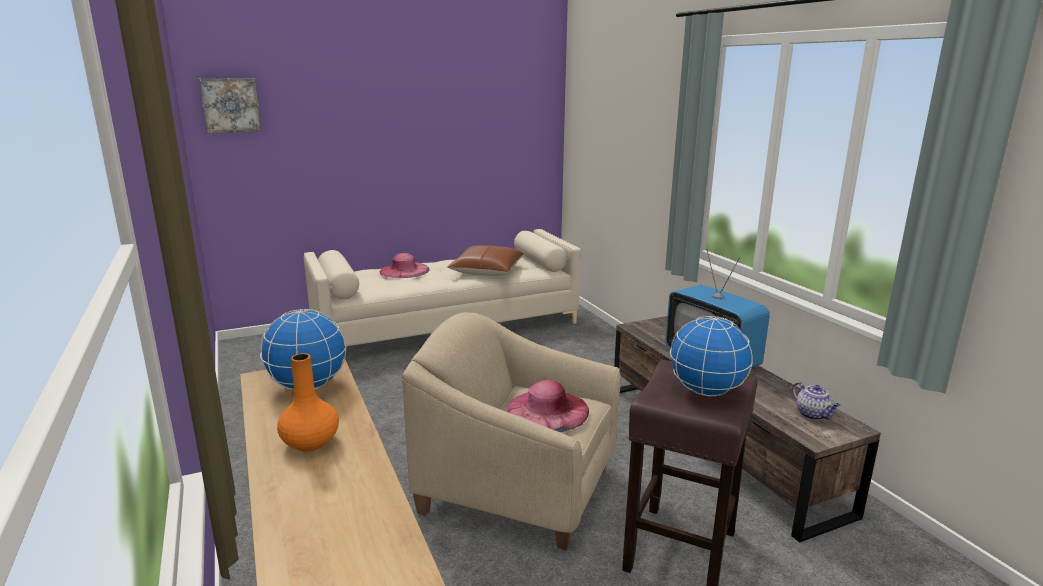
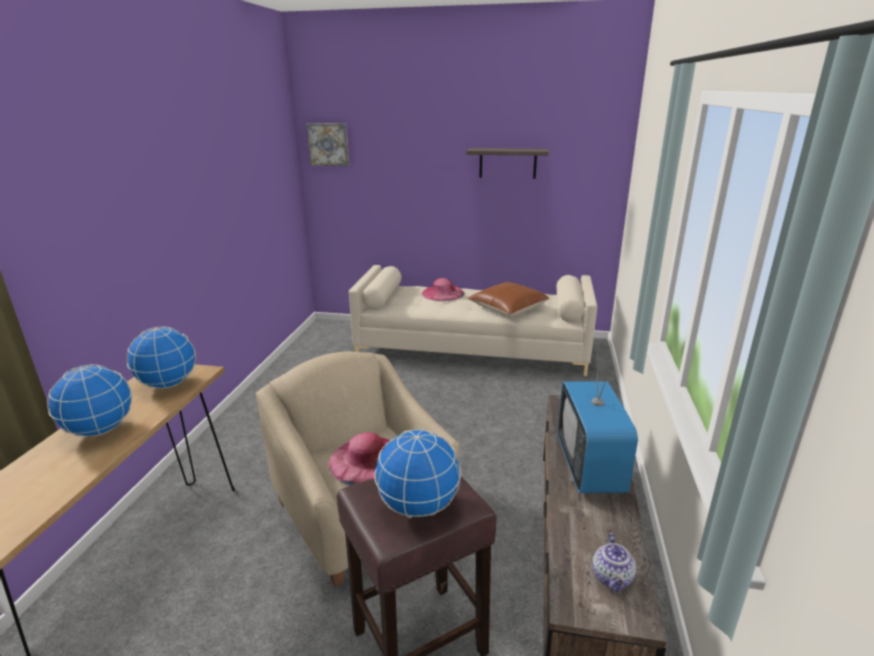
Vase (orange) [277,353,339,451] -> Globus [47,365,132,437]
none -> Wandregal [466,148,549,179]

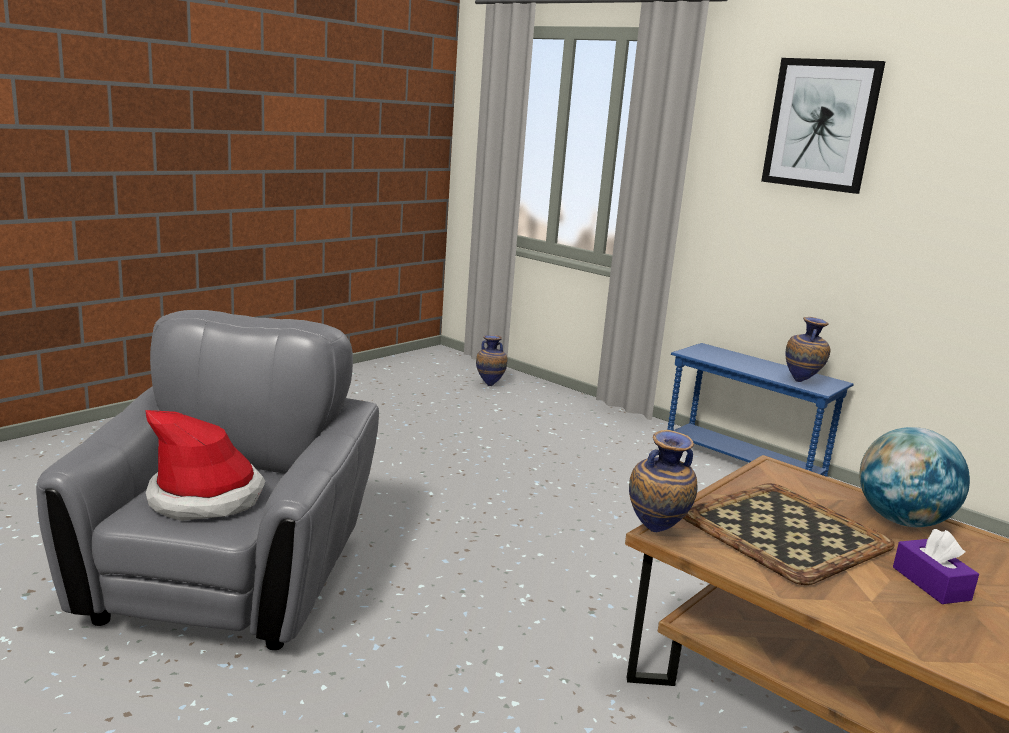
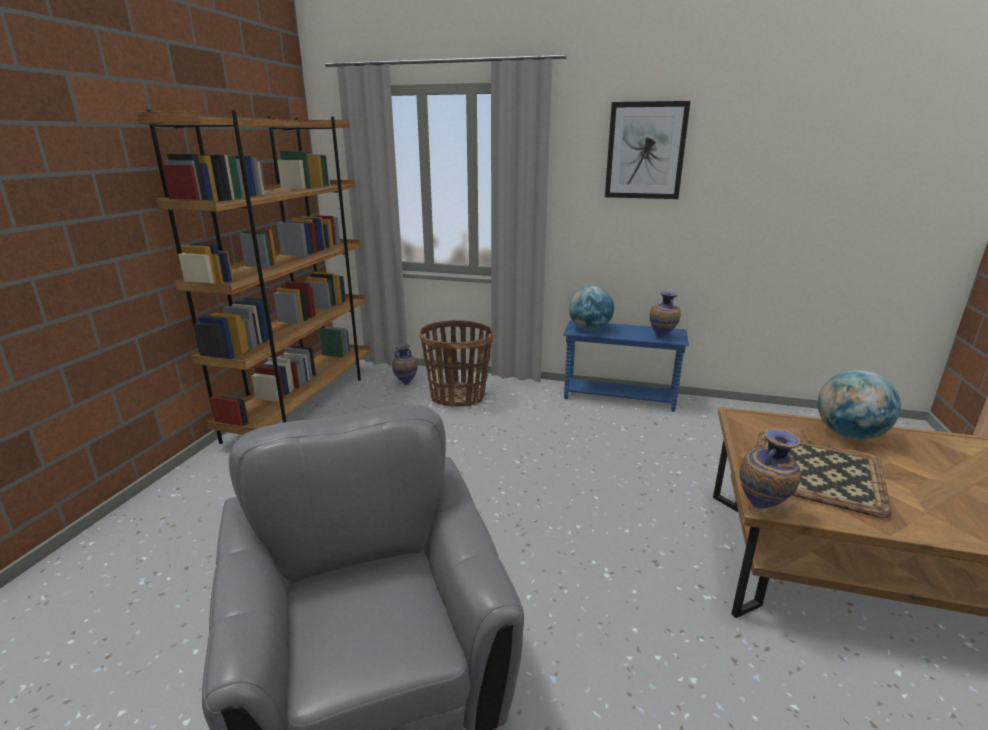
none -> Bücherregal (braun) [137,110,370,444]
none -> Korb [420,320,494,407]
none -> Globus [569,286,614,331]
Hut [145,410,266,521] -> none
Taschentuchbox (lila) [893,529,979,604] -> none

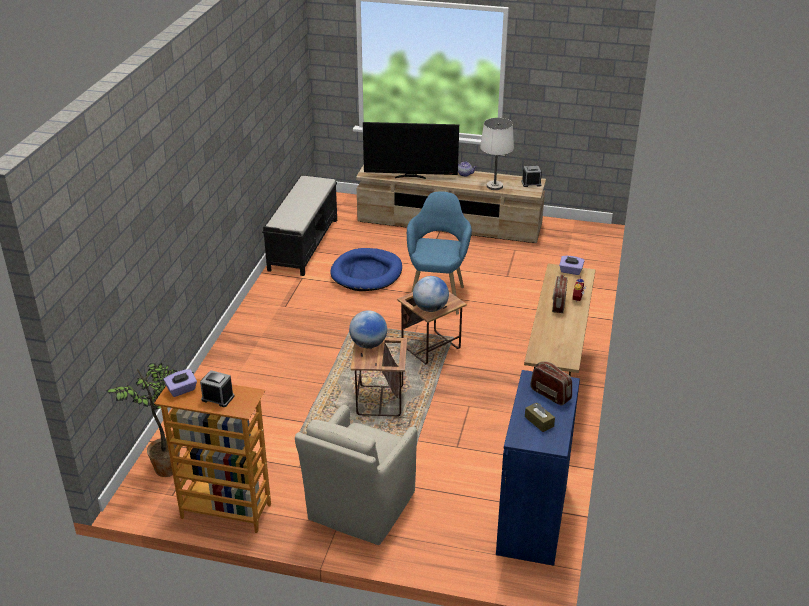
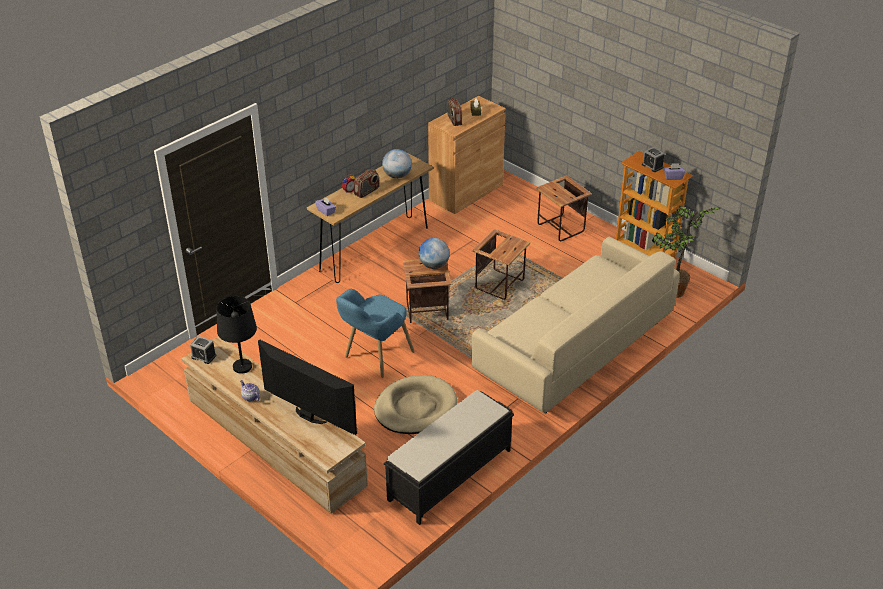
Tischlampe (weiß) [480,118,514,190] -> Tischlampe (schwarz) [216,296,257,374]
Hundebett (blau) [330,248,402,291] -> Hundebett (beige) [374,375,457,434]
Globus [349,310,387,348] -> Globus [382,149,412,179], relocated
Schrank (blau) [496,370,580,566] -> Schrank (braun) [428,96,506,214]
none -> Sofa (beige) [471,236,680,414]
Sessel (beige) [295,405,418,545] -> Beistelltisch [536,175,592,242]

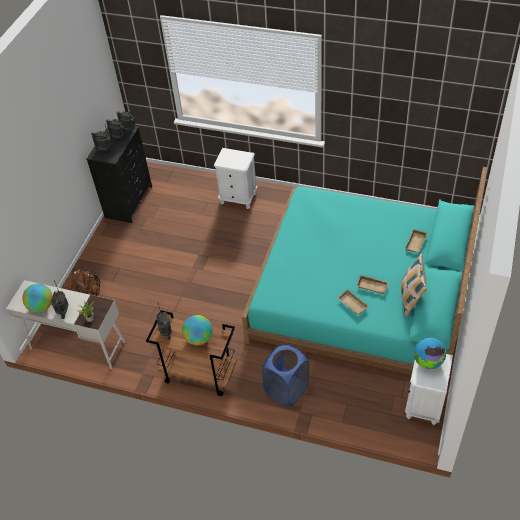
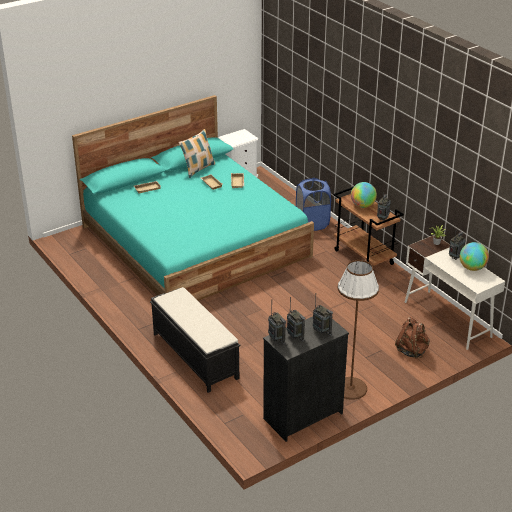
Nachttisch (weiß) [214,148,258,209] -> Bank (schwarz) [150,287,240,393]
none -> Stehlampe (braun) [338,260,379,400]
Globus [414,338,446,369] -> none

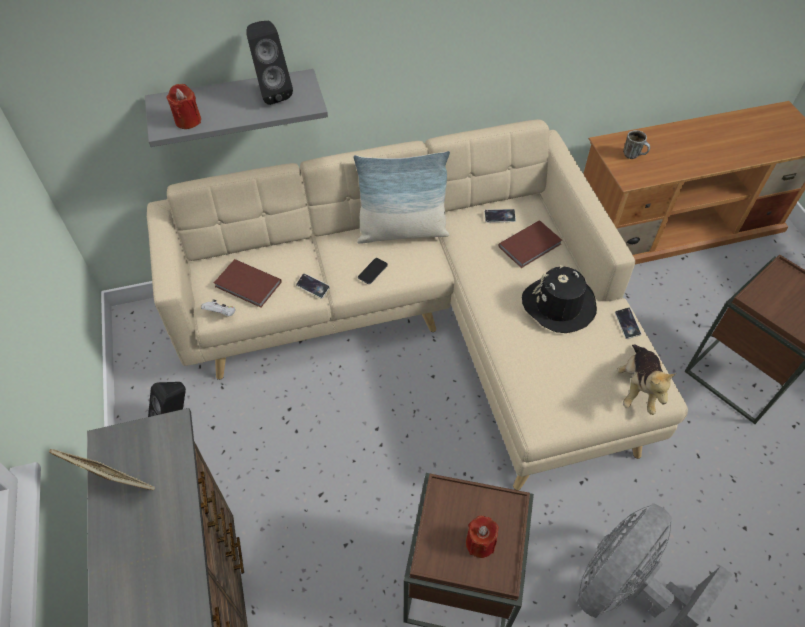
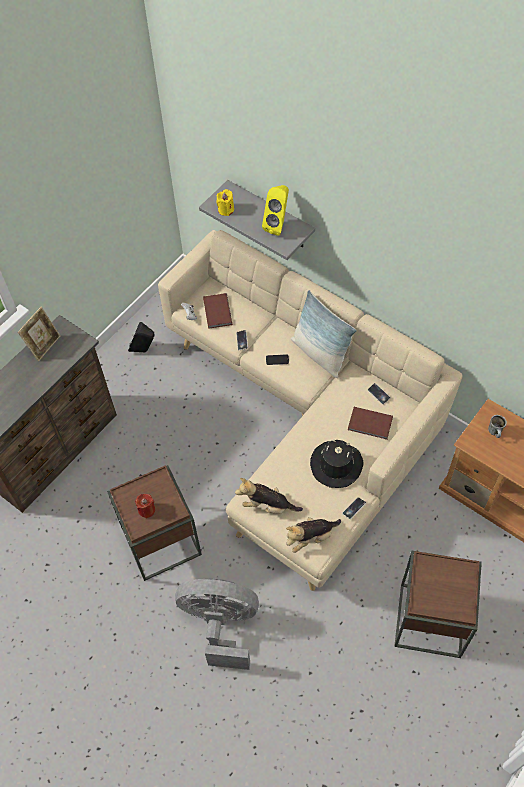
Bilderrahmen [49,449,155,490] -> Bilderrahmen [18,307,60,361], 45 degrees clockwise
Kerze (rot) [166,84,201,129] -> Kerze (gelb) [216,189,234,216]
none -> Plüschtier [235,478,303,514]
Lautsprecher (schwarz) [246,21,293,105] -> Lautsprecher (gelb) [262,185,289,236]

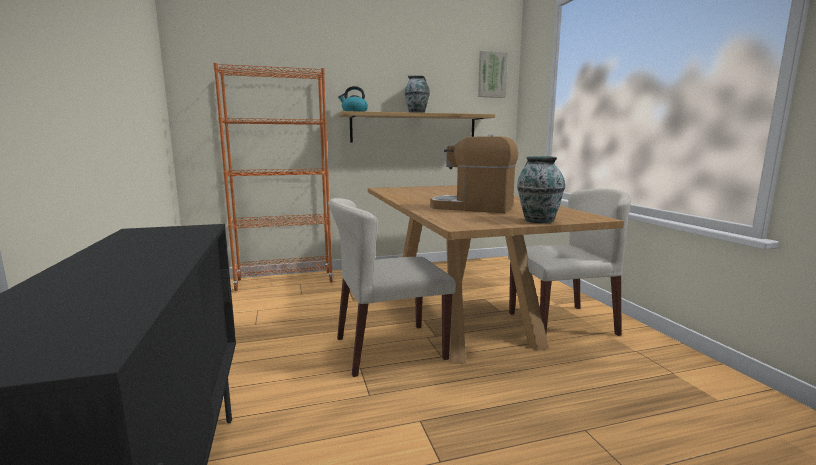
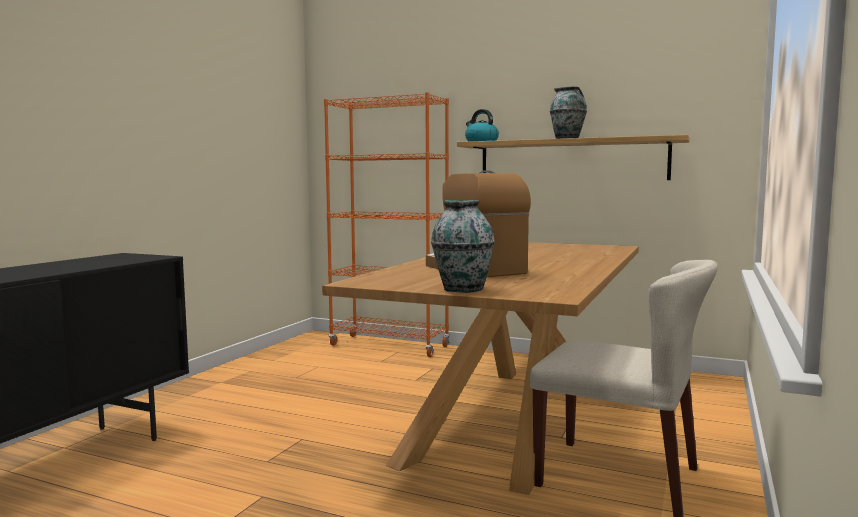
Stuhl (beige) [328,198,456,377] -> none
Bild [478,51,508,98] -> none

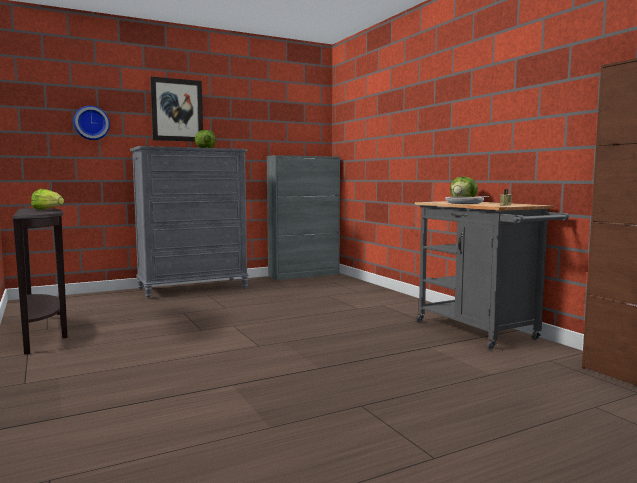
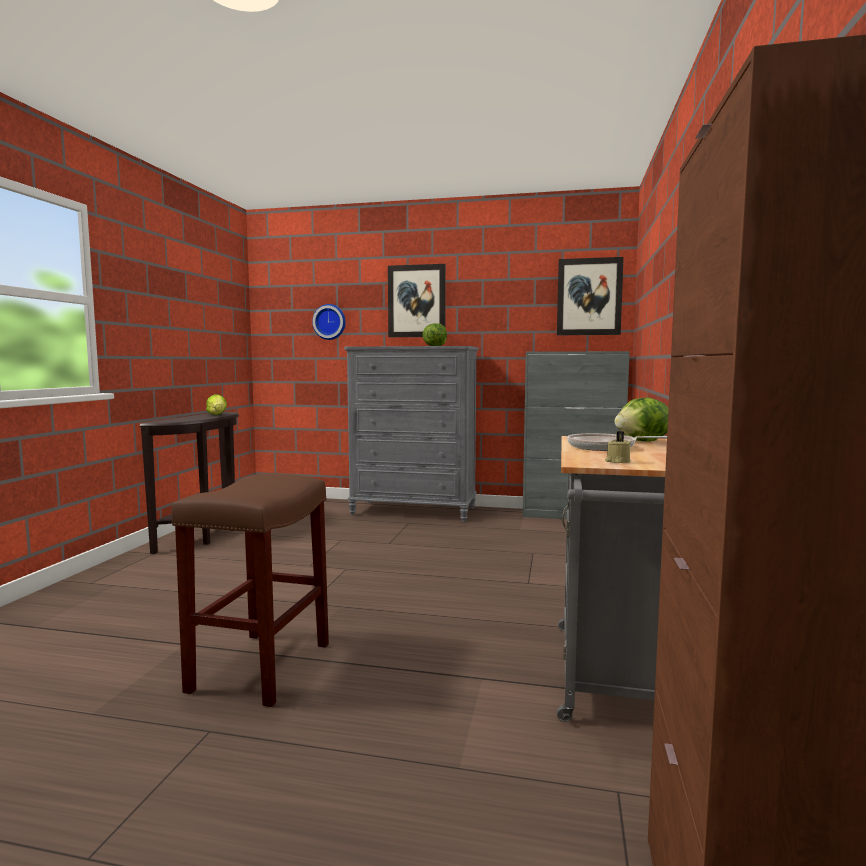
none -> Hocker (braun) [171,473,329,707]
none -> Bild [557,257,624,335]

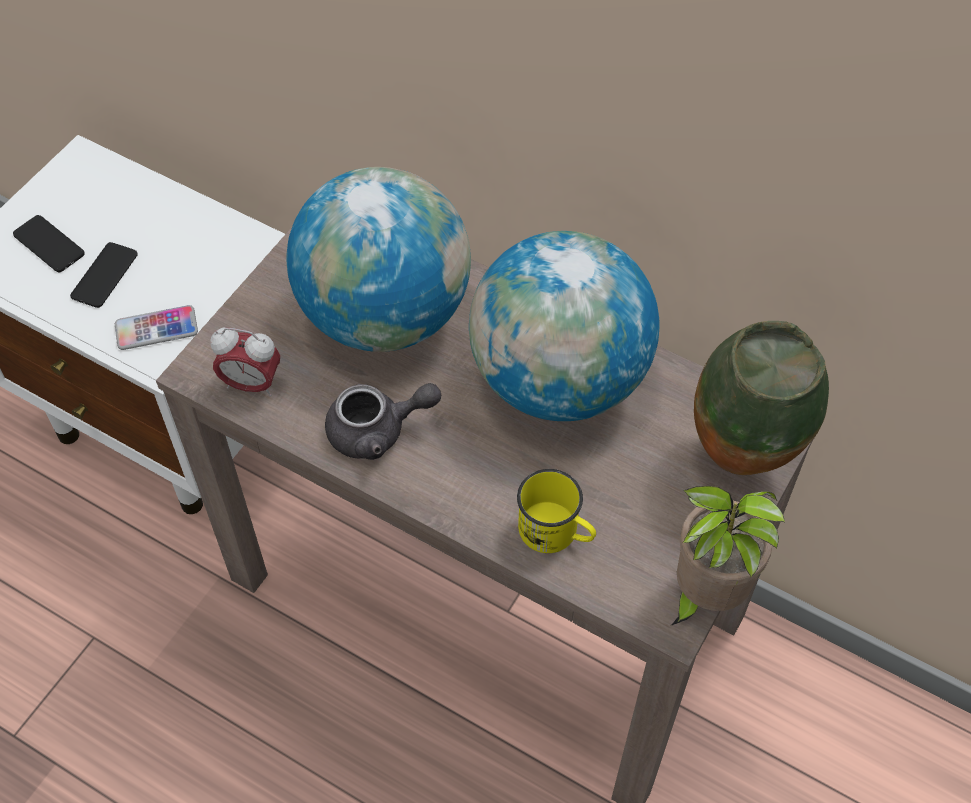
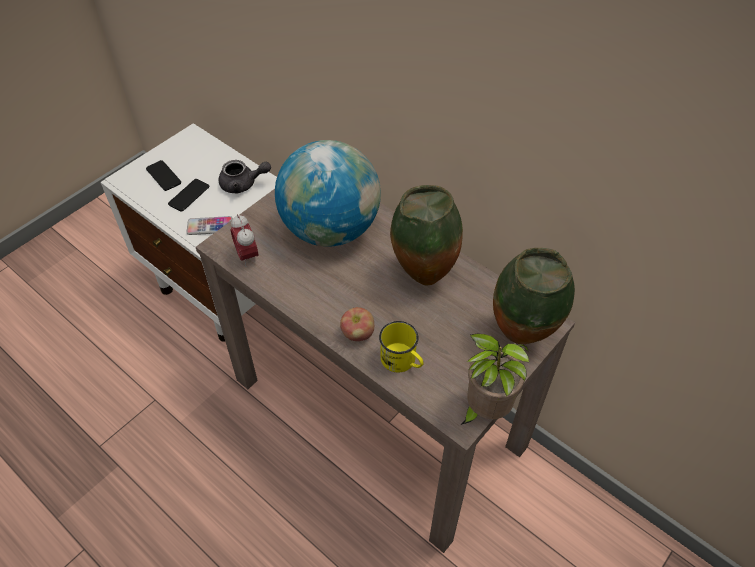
Teekanne (grau) [325,383,441,460] -> Teekanne (grau) [219,160,271,193], relocated
Wecker [210,328,280,396] -> Wecker [231,214,258,267], 45 degrees clockwise
none -> Apfel [340,307,374,341]
Globus [469,231,660,421] -> Vase [390,185,463,286]

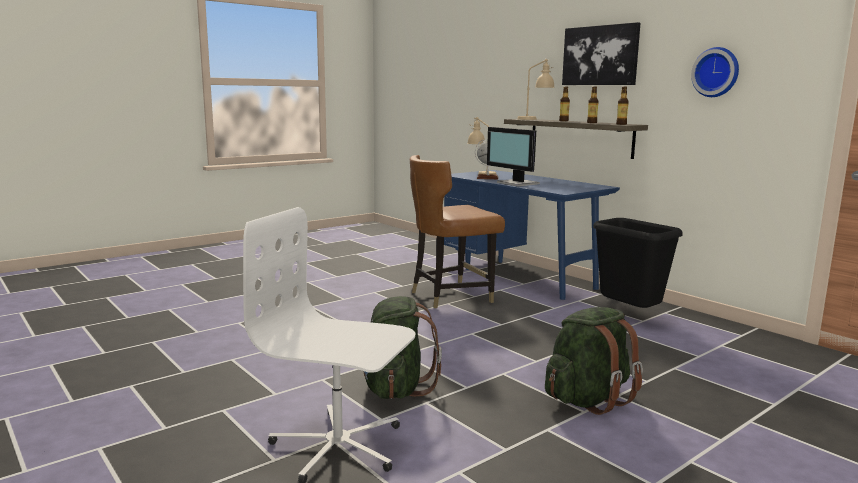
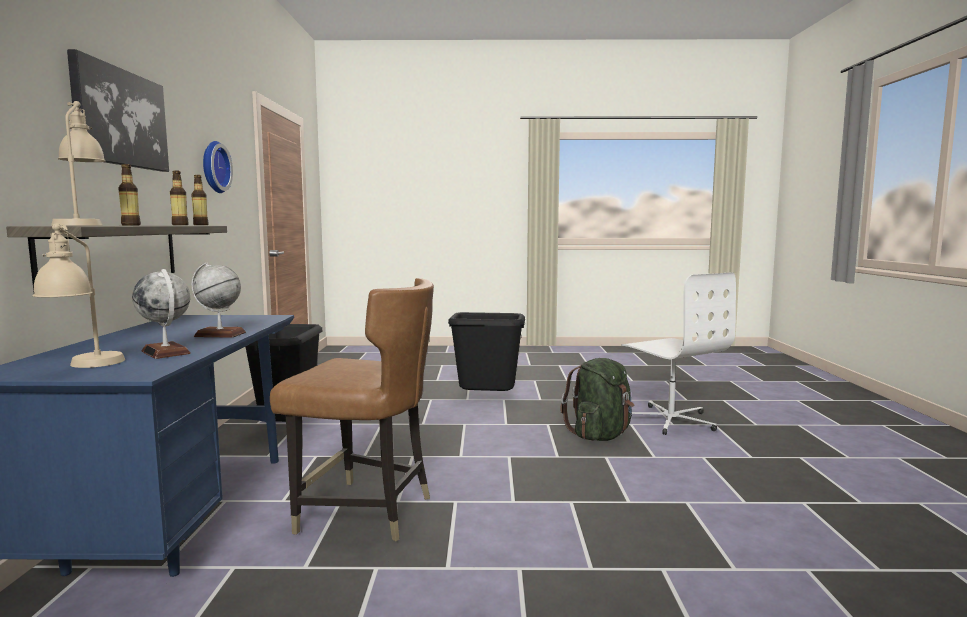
Monitor [487,127,540,186] -> Globus [191,262,246,338]
Rucksack (grün) [545,307,643,415] -> Mülleimer (schwarz) [448,312,525,391]

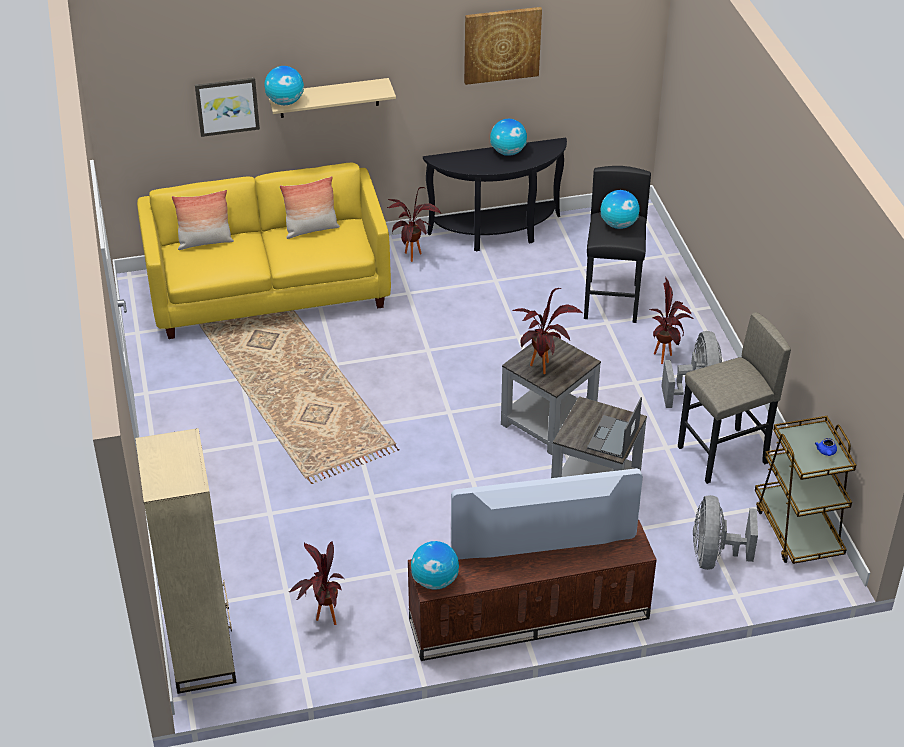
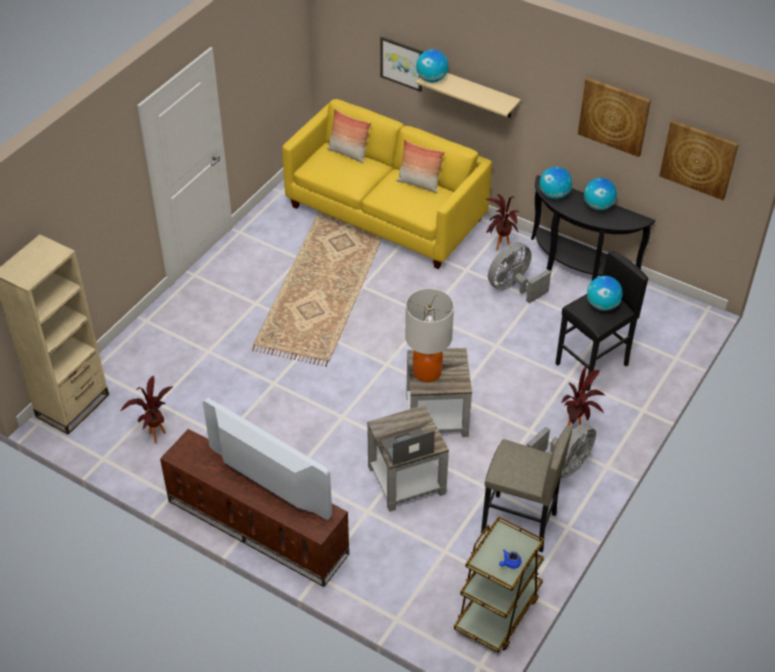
Topfpflanze [512,288,582,374] -> Tischlampe [405,288,454,382]
Ventilator (grau) [693,495,758,570] -> Ventilator (grau) [488,242,551,303], relocated
Globus [411,541,459,590] -> Globus [540,167,572,199], relocated
none -> Bild [659,120,739,200]

